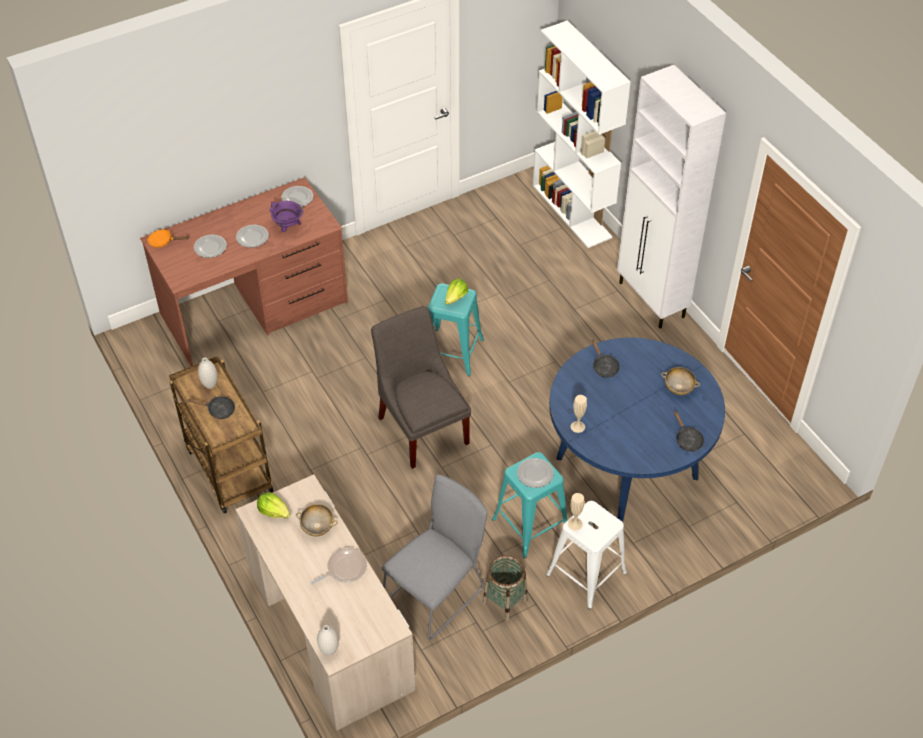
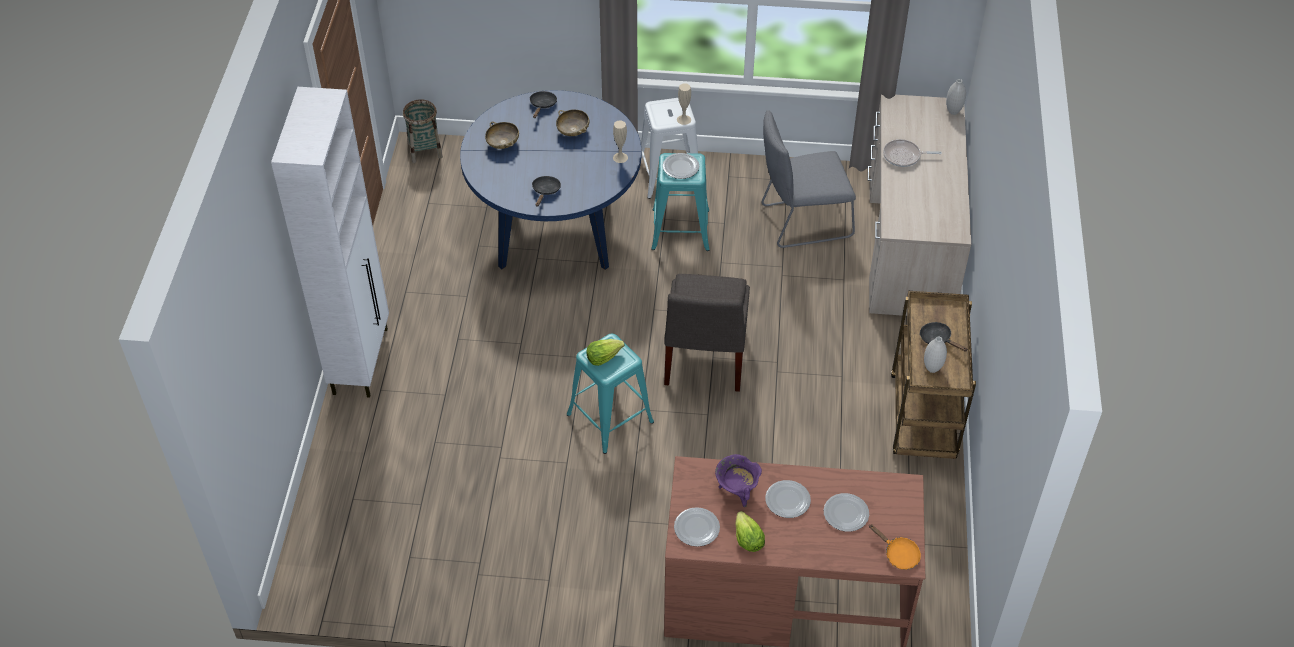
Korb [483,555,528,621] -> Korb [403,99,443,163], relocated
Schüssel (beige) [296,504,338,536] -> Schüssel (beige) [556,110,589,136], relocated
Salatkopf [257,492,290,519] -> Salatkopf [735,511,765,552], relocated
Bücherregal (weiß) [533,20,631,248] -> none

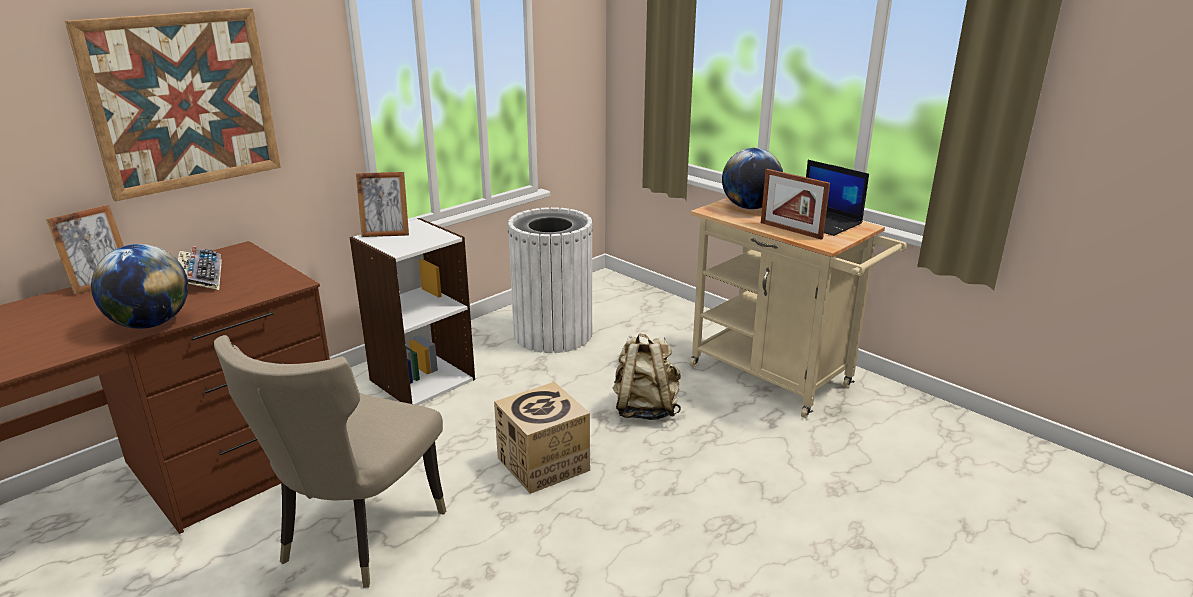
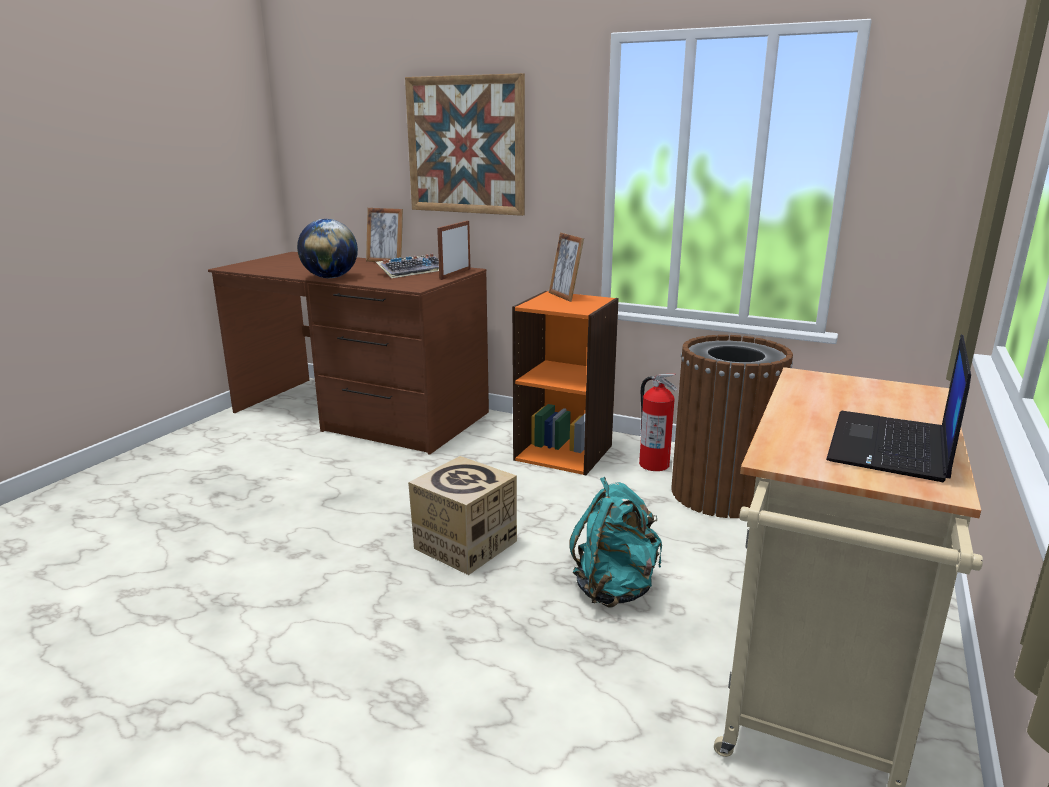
Bilderrahmen [761,169,830,240] -> Bilderrahmen [437,221,470,280], relocated
Bücherregal (weiß) [350,218,475,405] -> Bücherregal (orange) [512,291,619,475]
Rucksack (beige) [613,333,681,420] -> Rucksack (türkis) [569,477,662,607]
none -> Feuerlöscher [639,374,678,471]
Mülleimer (weiß) [508,207,593,353] -> Mülleimer (braun) [671,335,793,518]
Stuhl (beige) [214,335,446,588] -> none
Globus [722,148,783,209] -> none

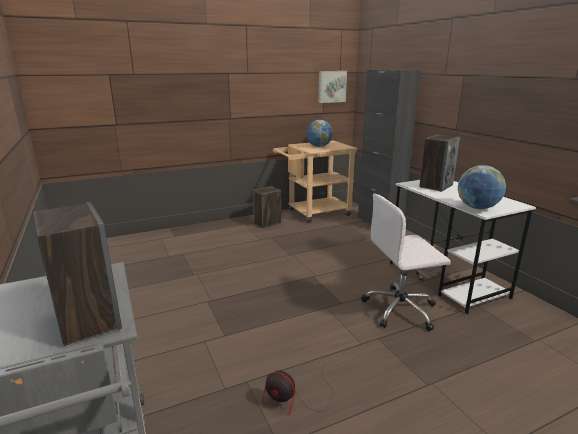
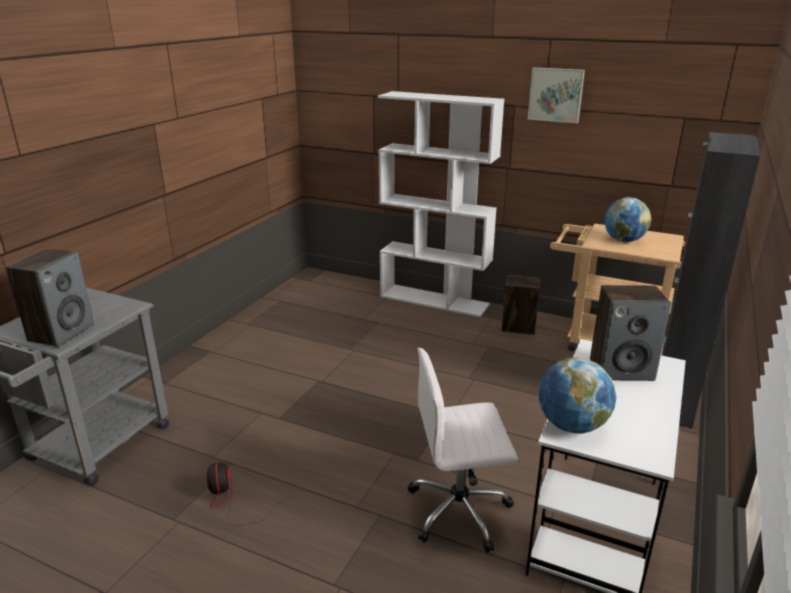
none -> Bücherregal (weiß) [378,91,504,317]
Bürostuhl (weiß) [361,194,451,331] -> Bürostuhl (weiß) [408,347,519,553], 45 degrees counterclockwise
Bild [318,71,347,103] -> Bild [528,67,585,123], relocated

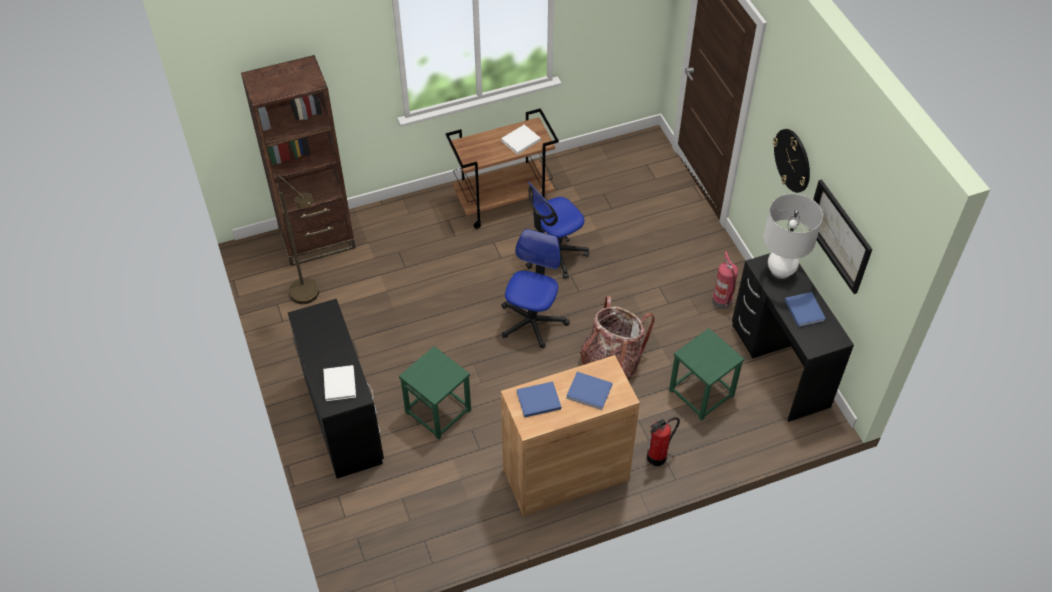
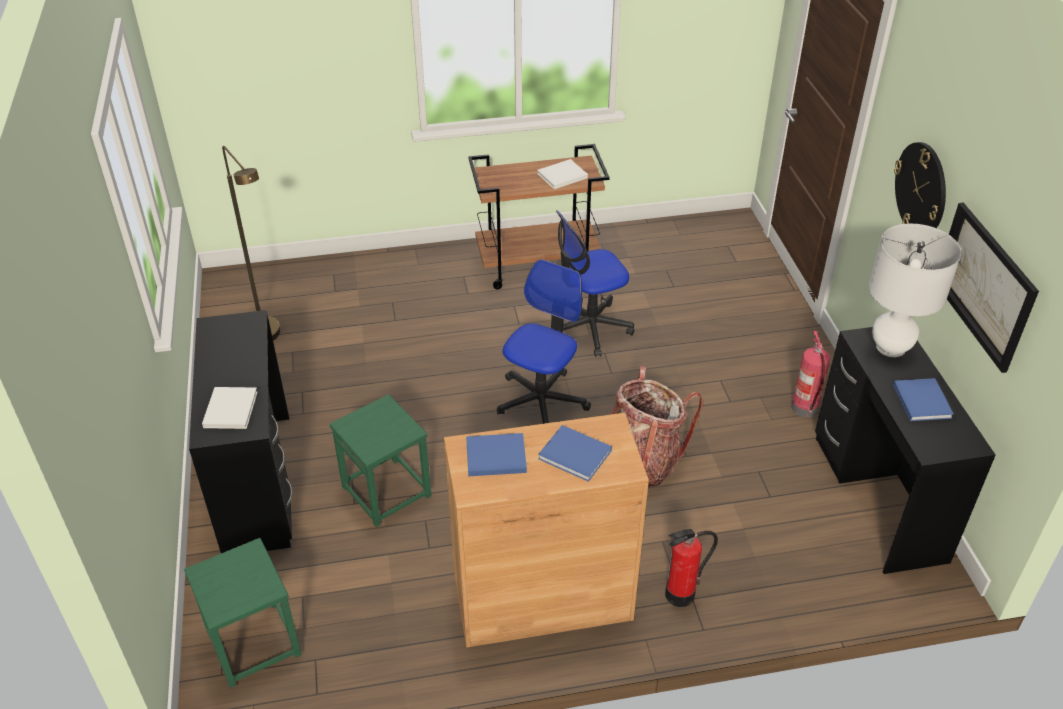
Hocker (grün) [669,328,744,421] -> Hocker (grün) [184,538,302,688], relocated
Bücherregal (braun) [241,55,356,266] -> none

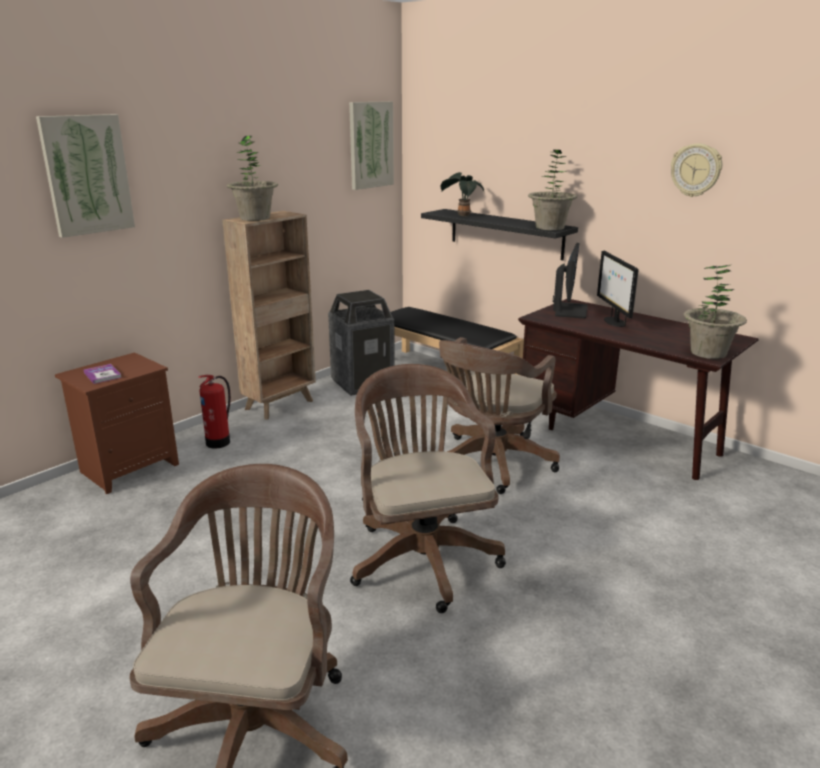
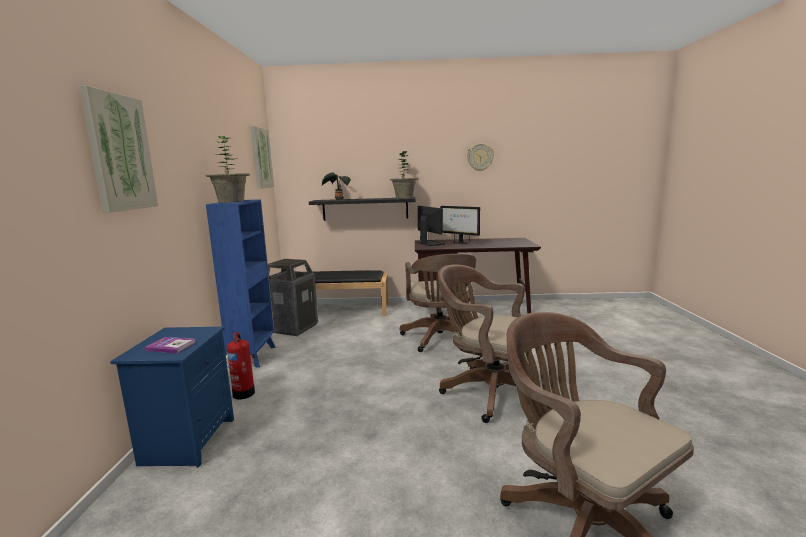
Nachttisch (braun) [55,352,179,494] -> Nachttisch (blau) [110,327,234,468]
Bücherregal (braun) [222,211,316,419] -> Bücherregal (blau) [206,199,275,368]
Topfpflanze [684,264,747,359] -> none

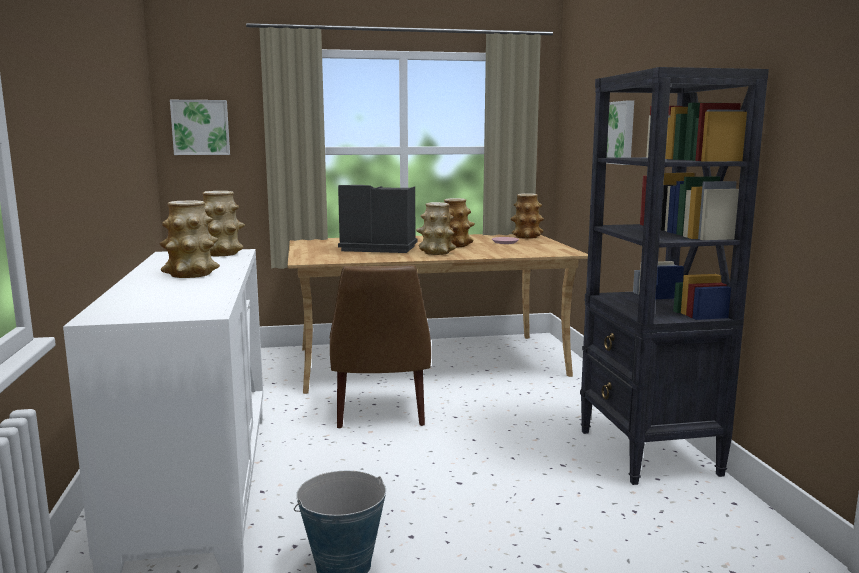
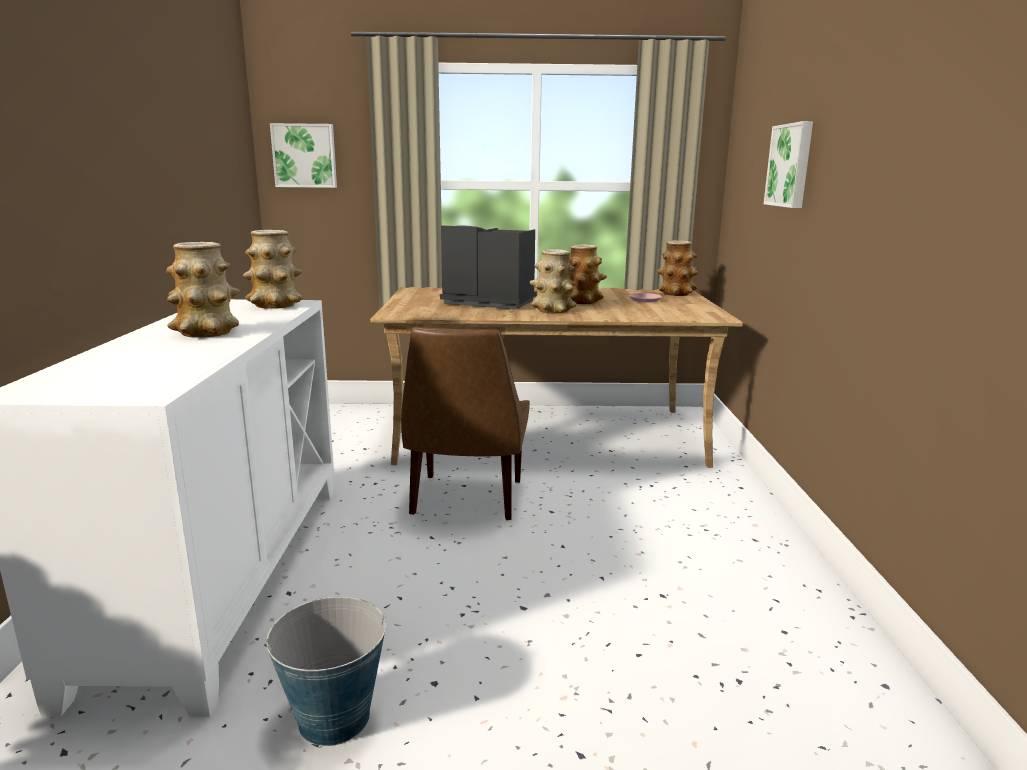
Bücherregal (schwarz) [580,67,769,485] -> none

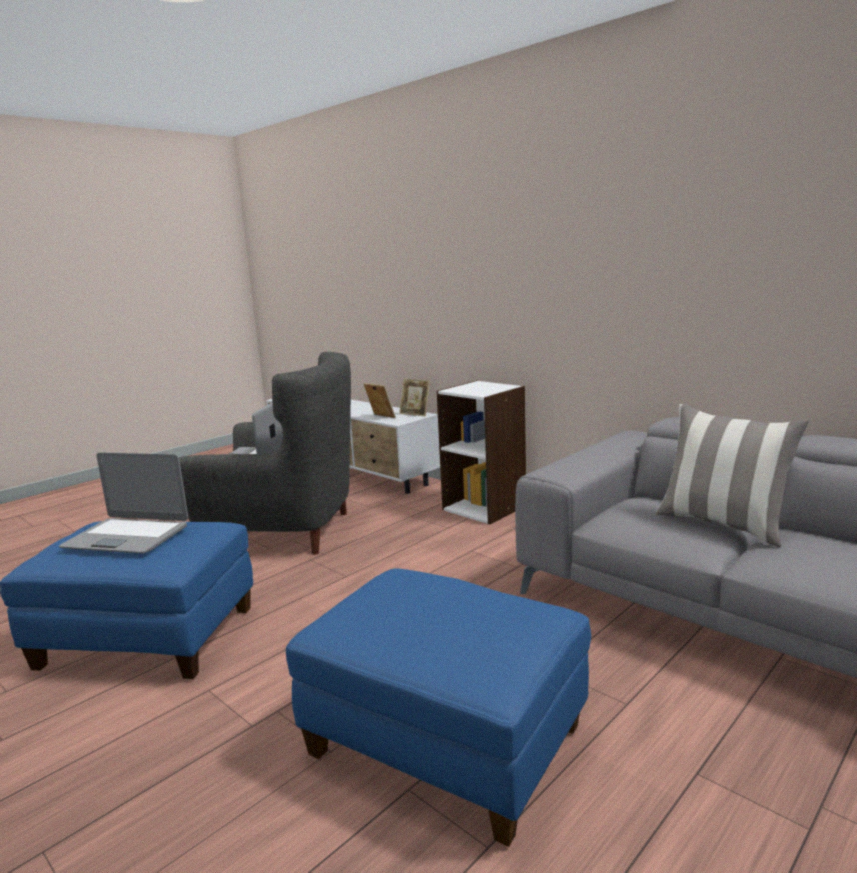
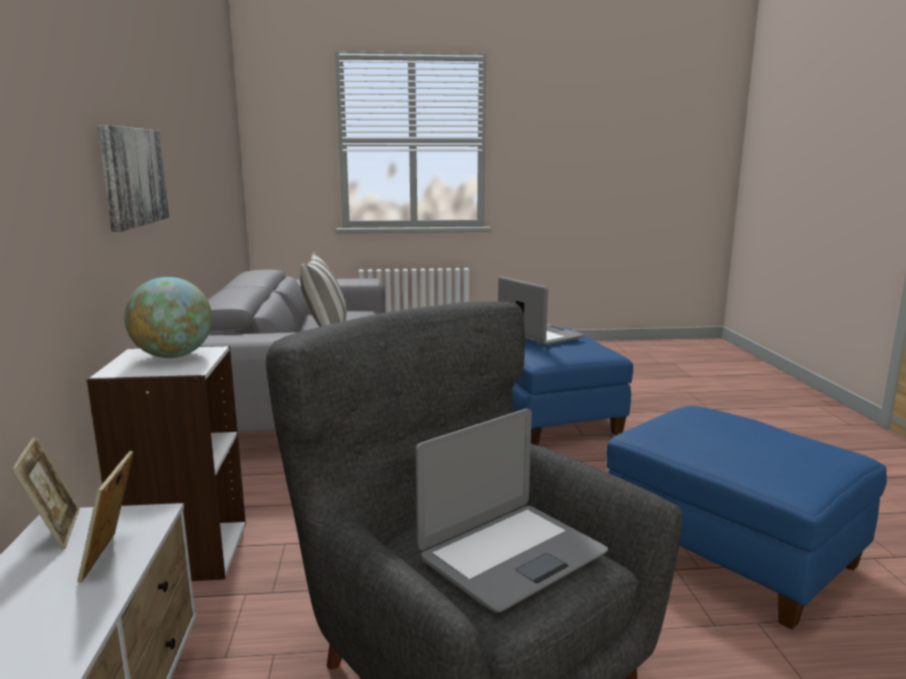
none -> Bild [98,125,169,232]
none -> Globus [124,277,212,358]
Laptop [59,452,188,553] -> Laptop [498,276,584,345], relocated

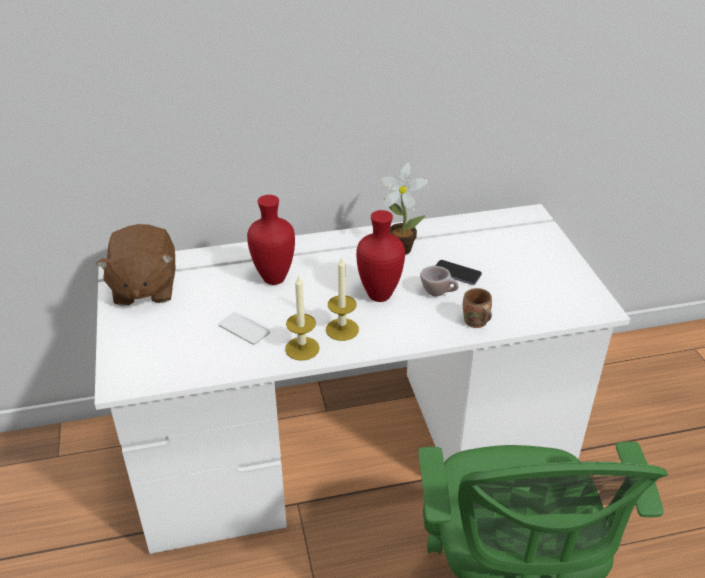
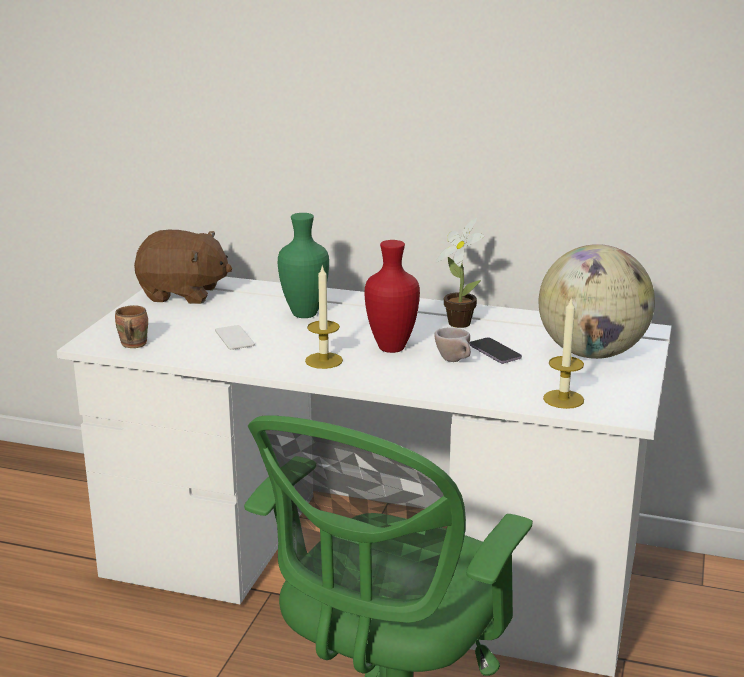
Henkelbecher (braun) [463,288,492,328] -> Henkelbecher (braun) [115,305,148,348], relocated
Plüschtier (braun) [96,224,175,306] -> Plüschtier (braun) [134,230,232,304], 105 degrees counterclockwise
Vase (rot) [247,195,295,285] -> Vase (grün) [278,213,329,318]
none -> Globus [539,244,655,359]
Kerze [285,275,320,361] -> Kerze [543,299,584,409], relocated

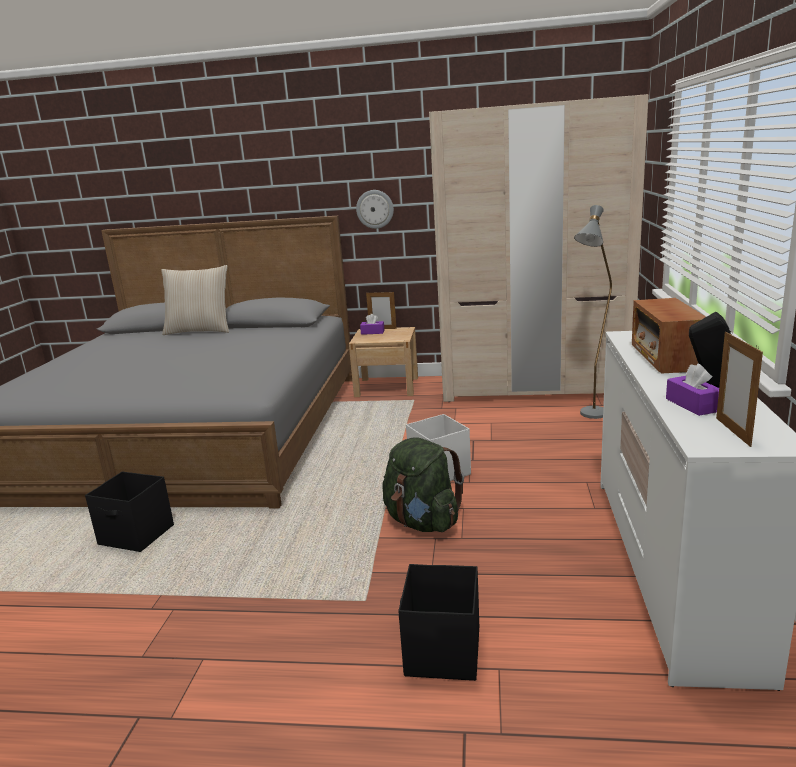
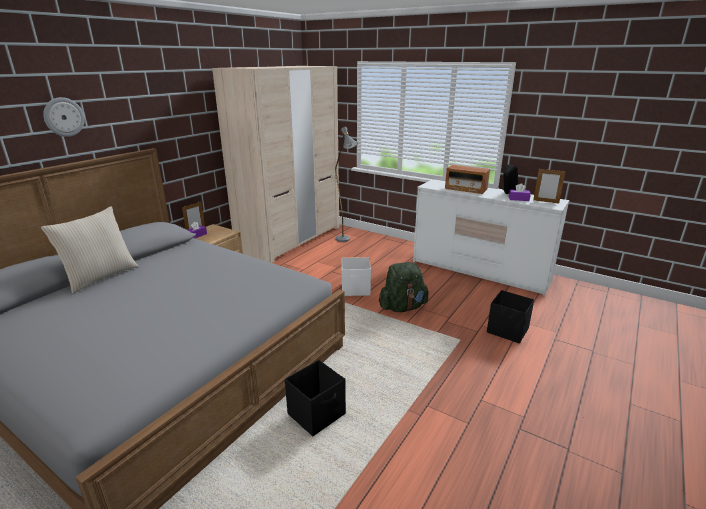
Wanduhr [356,190,394,229] -> Wanduhr [43,97,85,137], relocated

